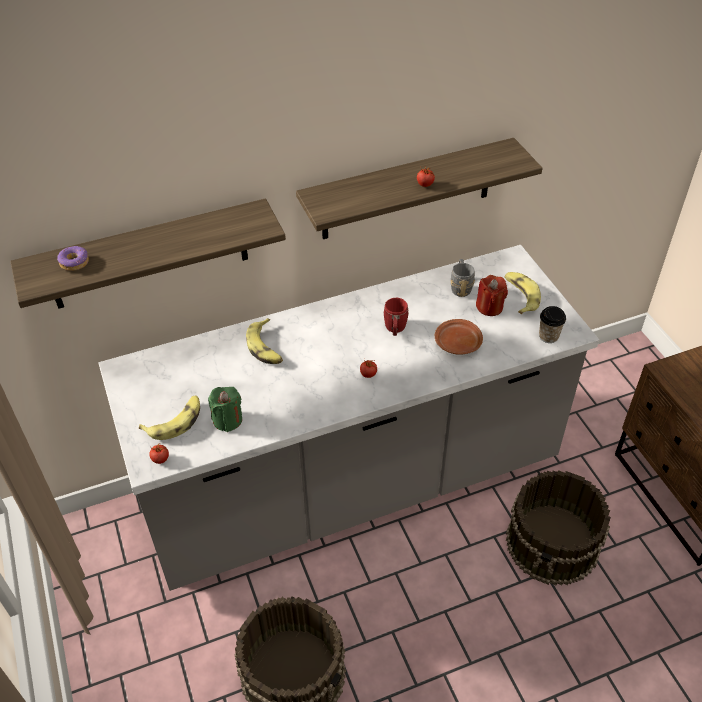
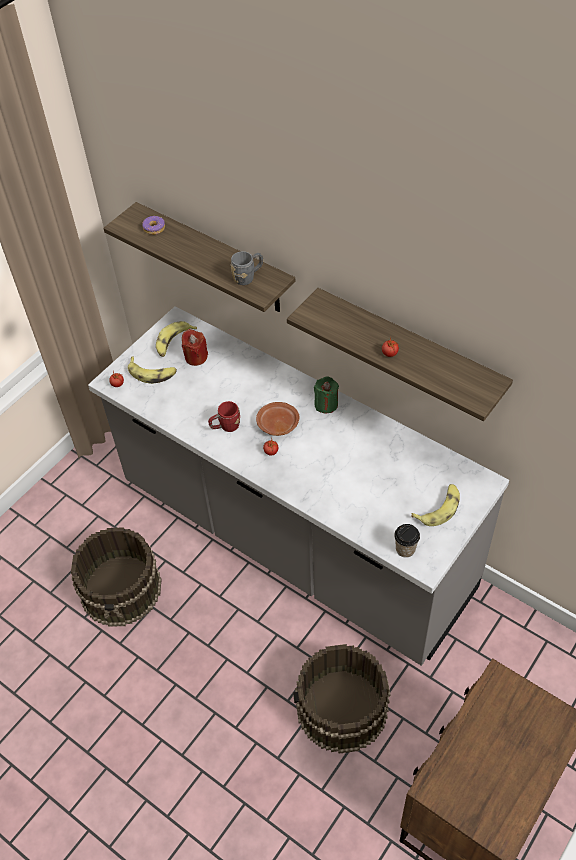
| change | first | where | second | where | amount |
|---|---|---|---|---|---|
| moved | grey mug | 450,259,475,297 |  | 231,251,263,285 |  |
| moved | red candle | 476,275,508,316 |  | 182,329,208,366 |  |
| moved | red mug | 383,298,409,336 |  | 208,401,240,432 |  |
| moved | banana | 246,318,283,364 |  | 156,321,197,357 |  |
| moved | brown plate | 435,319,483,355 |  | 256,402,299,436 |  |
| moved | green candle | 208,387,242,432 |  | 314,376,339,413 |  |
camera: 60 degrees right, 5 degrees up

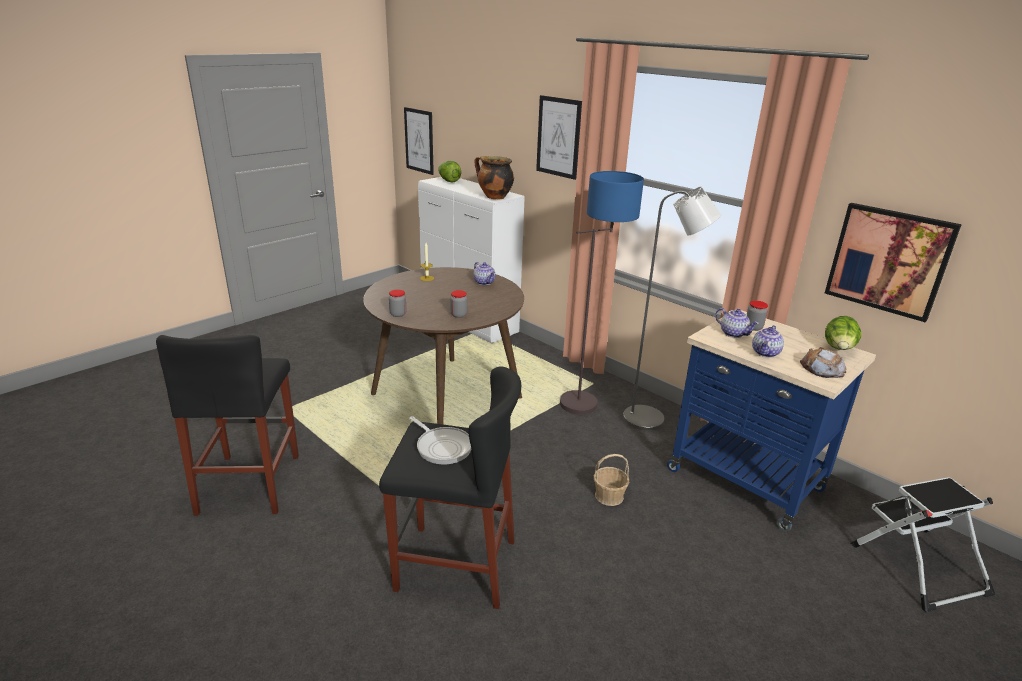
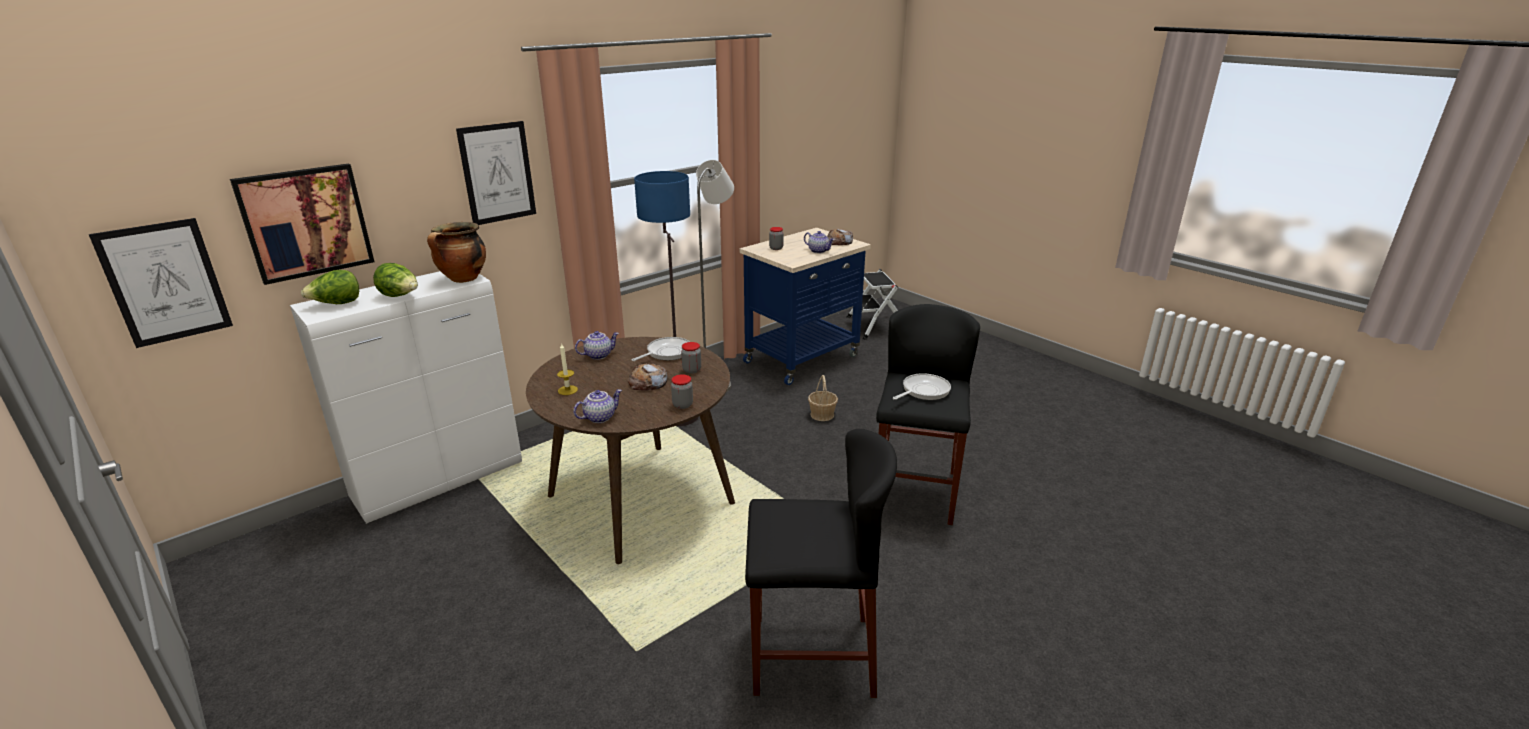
| change | first | where | second | where | amount |
|---|---|---|---|---|---|
| moved | picture | 825,203,962,322 |  | 230,163,374,285 |  |
| moved | teapot | 715,308,759,338 |  | 573,389,622,423 |  |
| moved | lettuce | 825,316,861,350 |  | 373,263,418,297 |  |
| added |  |  | frying pan | 631,337,690,361 |  |
| added |  |  | bread | 628,363,668,391 |  |
camera: 85 degrees left, 0 degrees up

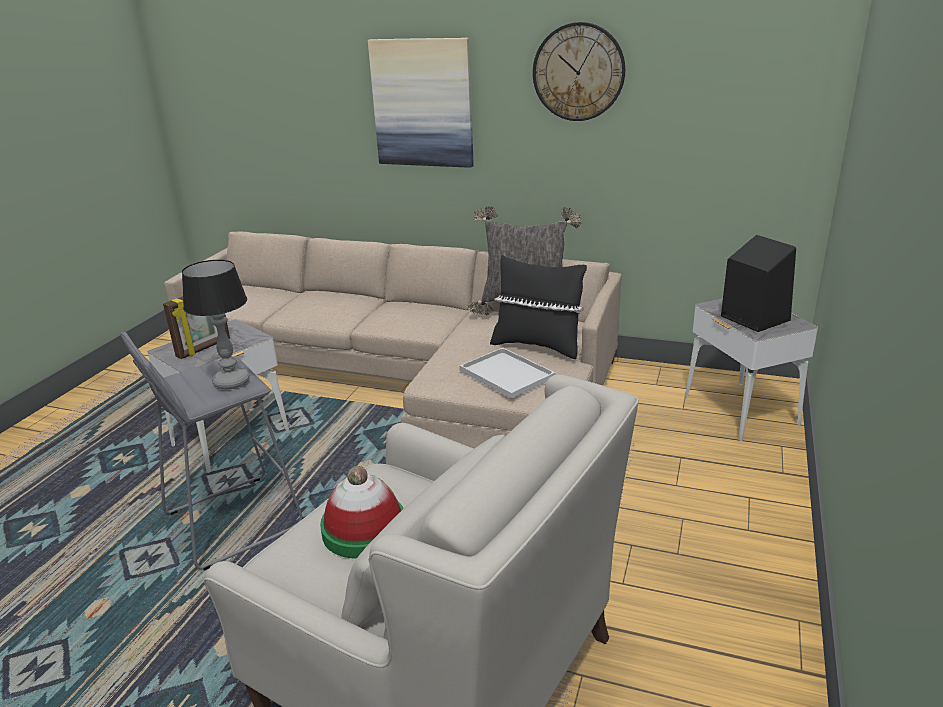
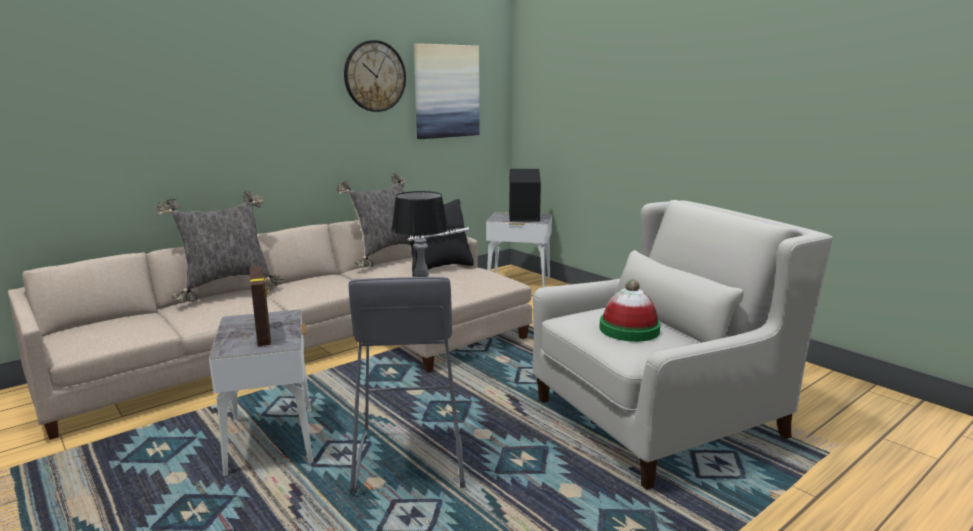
| change | first | where | second | where | amount |
|---|---|---|---|---|---|
| moved | picture | 368,38,474,168 |  | 414,43,480,139 |  |
| removed | white tray | 459,347,556,399 |  |  |  |
| added |  |  | pillow | 156,191,283,303 |  |
camera: 60 degrees left, 10 degrees down

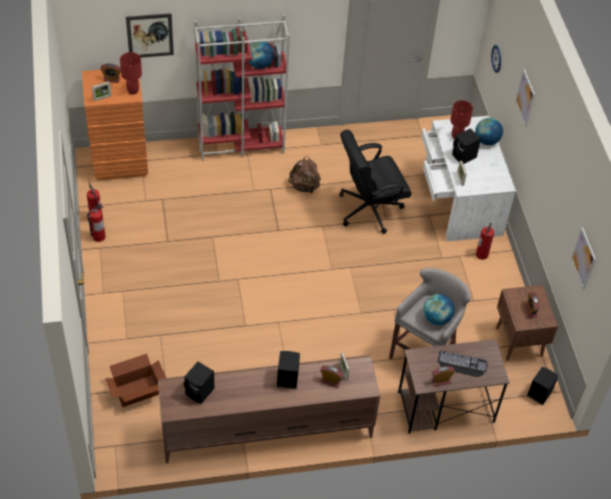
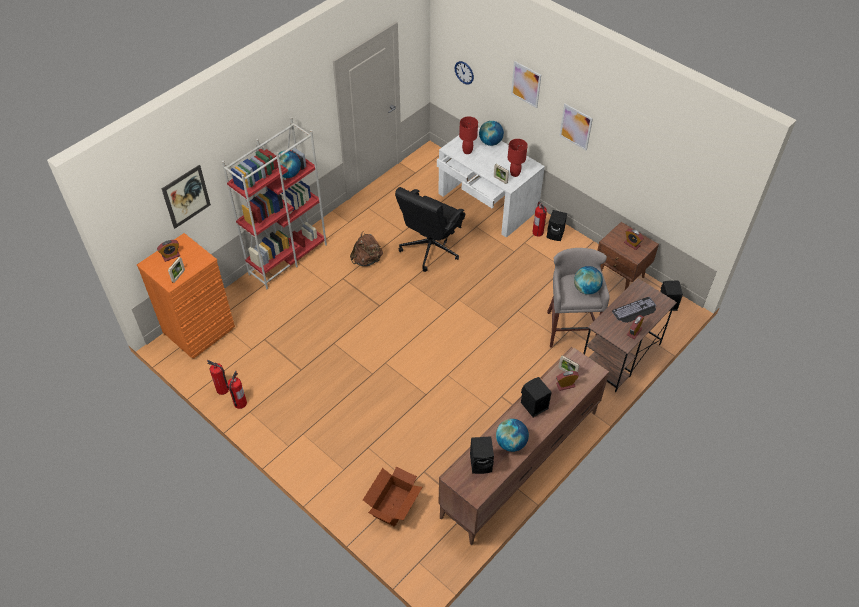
| change | first | where | second | where | amount |
|---|---|---|---|---|---|
| moved | red table lamp | 120,52,142,94 |  | 508,139,528,177 |  |
| moved | black speaker | 452,128,481,164 |  | 546,210,567,241 |  |
| moved | picture | 571,227,596,290 |  | 559,104,593,151 |  |
| added |  |  | globe | 496,419,529,452 |  |
camera: 35 degrees left, 0 degrees up

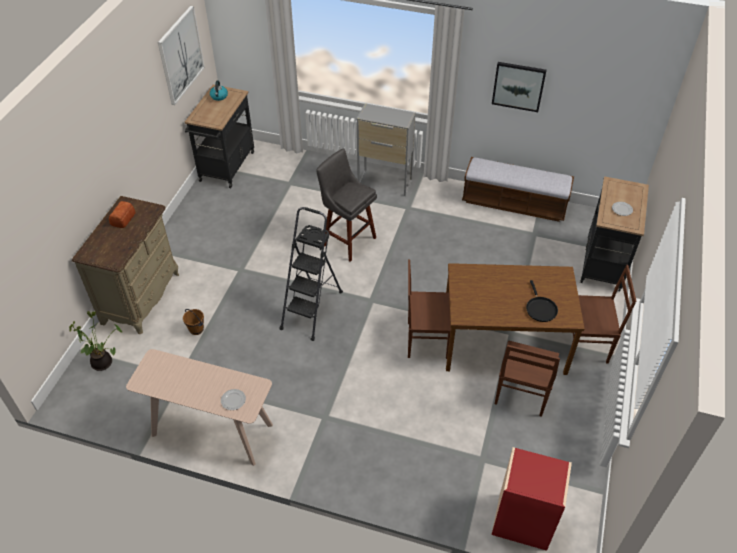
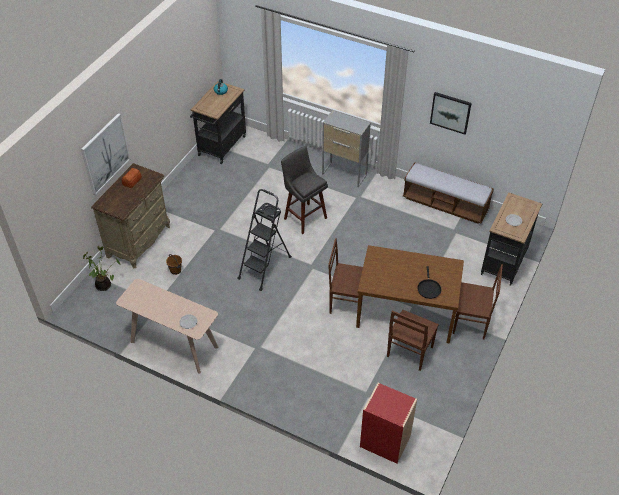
| change | first | where | second | where | amount |
|---|---|---|---|---|---|
| moved | picture | 158,6,205,105 |  | 81,113,130,195 |  |
camera: 10 degrees right, 0 degrees up

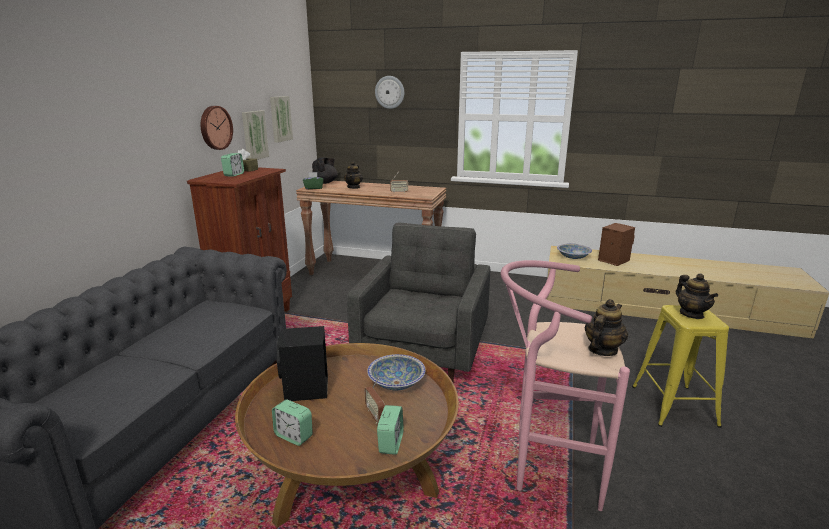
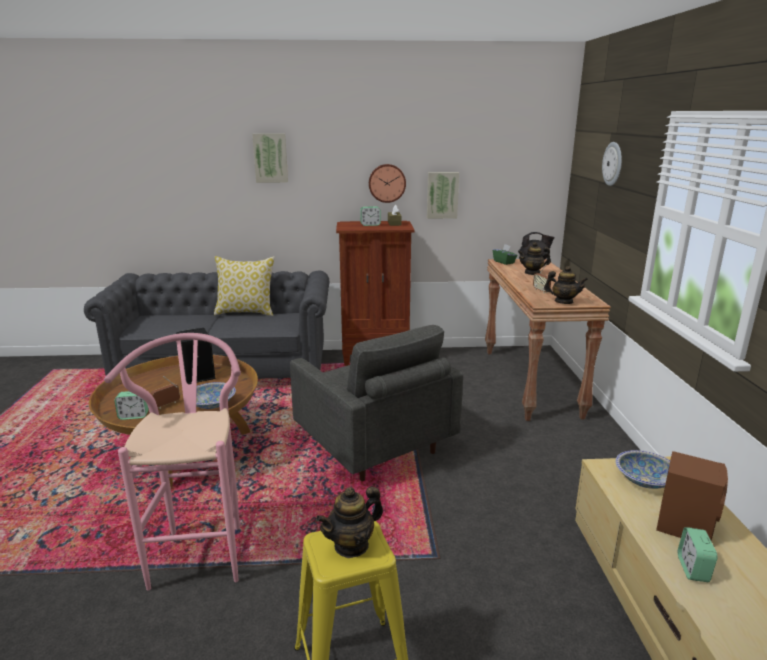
| change | first | where | second | where | amount |
|---|---|---|---|---|---|
| moved | picture | 270,96,293,143 |  | 252,133,288,183 |  |
| turned | grey armchair | 347,222,490,382 |  | 290,325,463,481 | 60 degrees clockwise |
| moved | teapot | 585,299,628,356 |  | 544,266,588,304 |  |
| moved | alarm clock | 272,400,313,446 |  | 678,527,717,582 |  |
| added |  |  | pillow | 214,256,275,316 |  |
camera: 70 degrees right, 0 degrees up

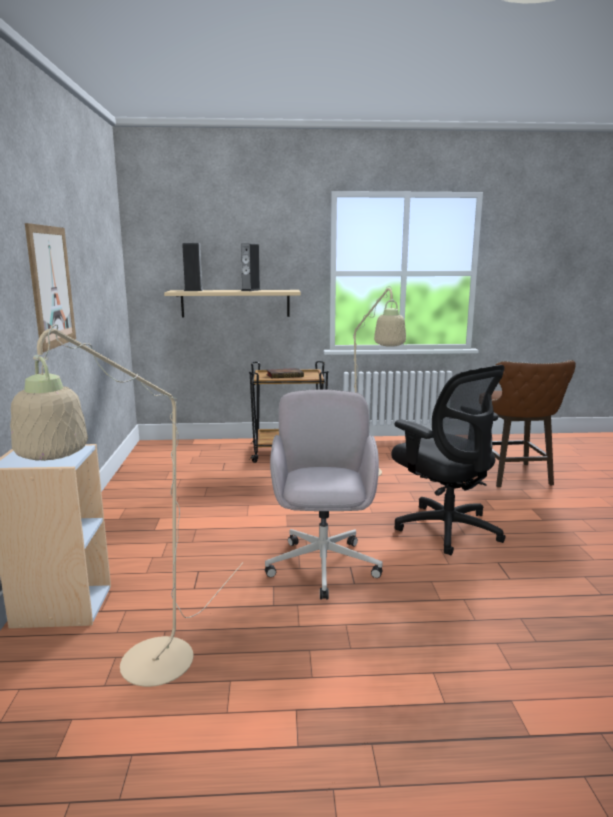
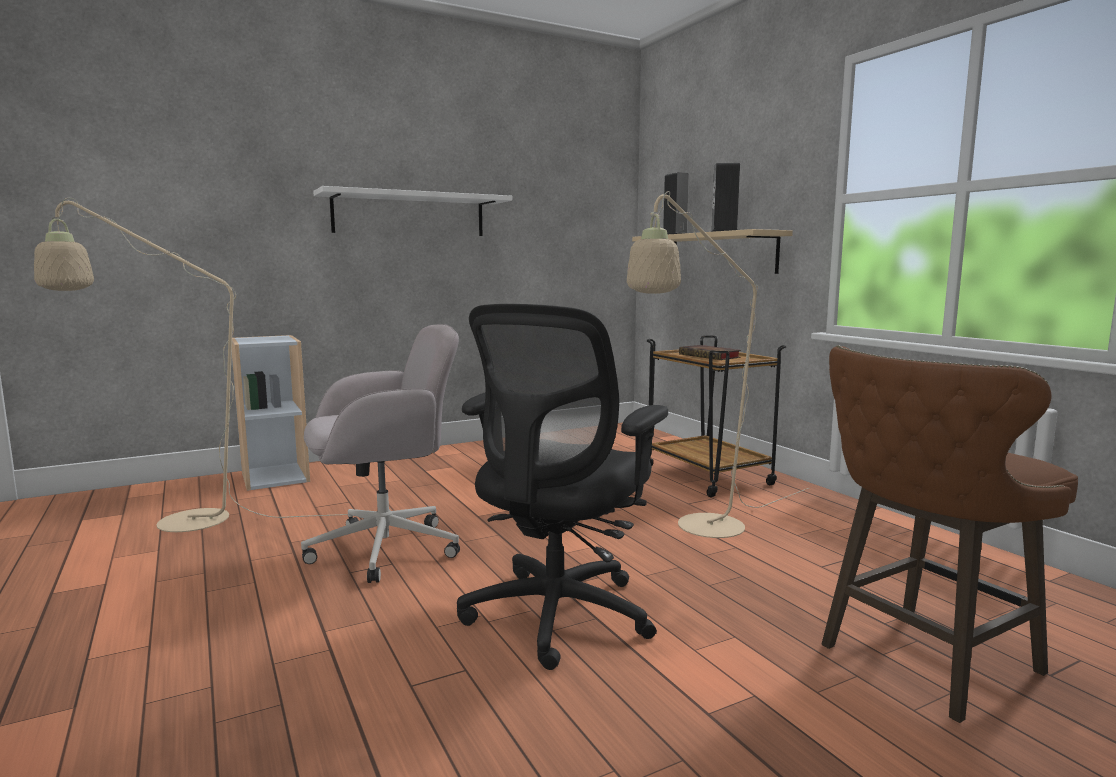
| change | first | where | second | where | amount |
|---|---|---|---|---|---|
| replaced | picture | 25,223,76,353 | white shelf | 313,186,512,236 |  |
camera: 65 degrees right, 5 degrees down

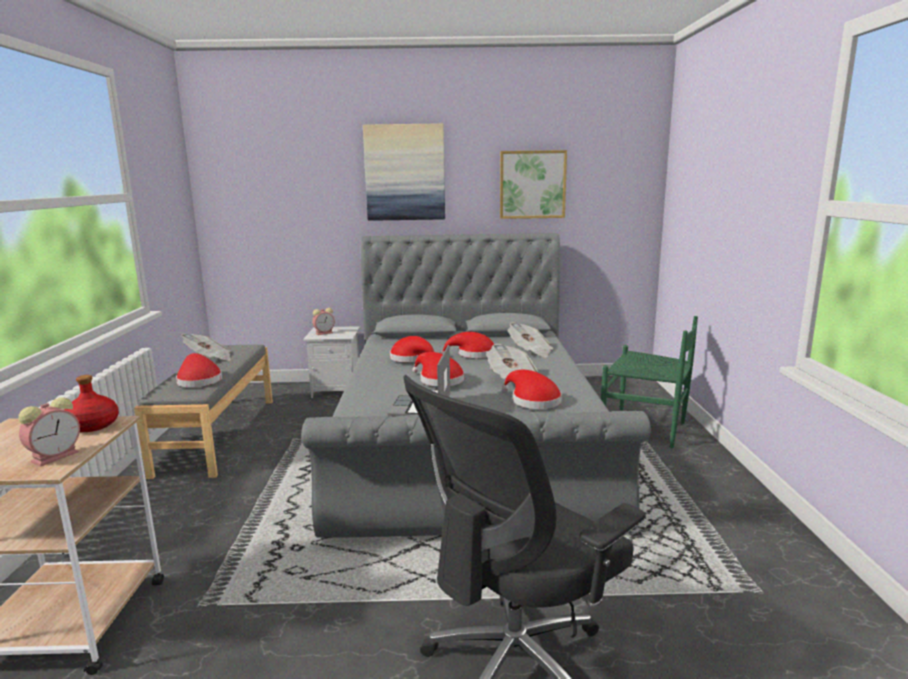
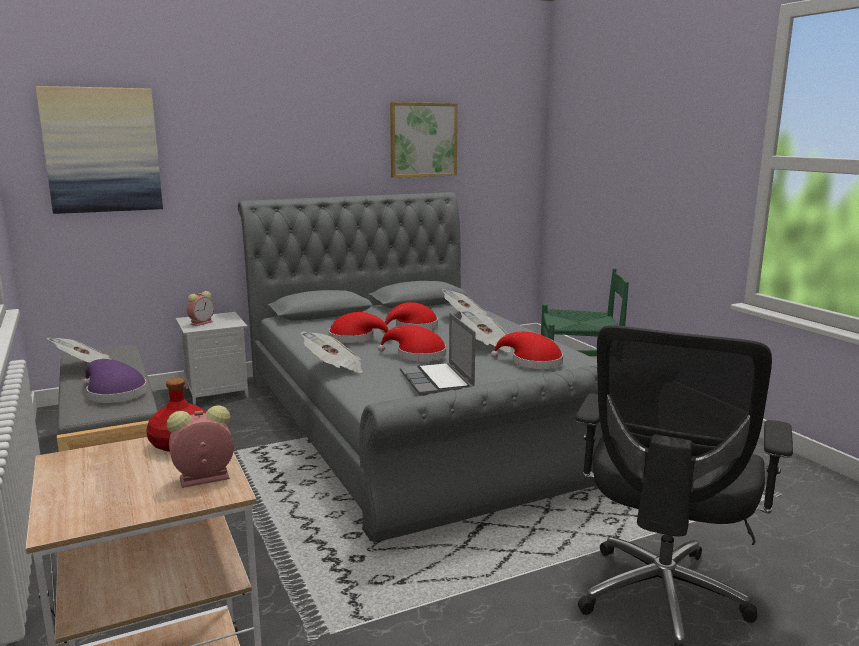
| change | first | where | second | where | amount |
|---|---|---|---|---|---|
| moved | picture | 363,123,445,221 |  | 36,86,163,214 |  |
| recoloured | red hat | 176,353,222,387 | purple hat | 83,359,147,403 |  |
| turned | alarm clock | 18,397,80,467 |  | 167,405,234,488 | 120 degrees counterclockwise |
| added |  |  | newspaper | 301,332,362,373 |  |
camera: 25 degrees left, 0 degrees up

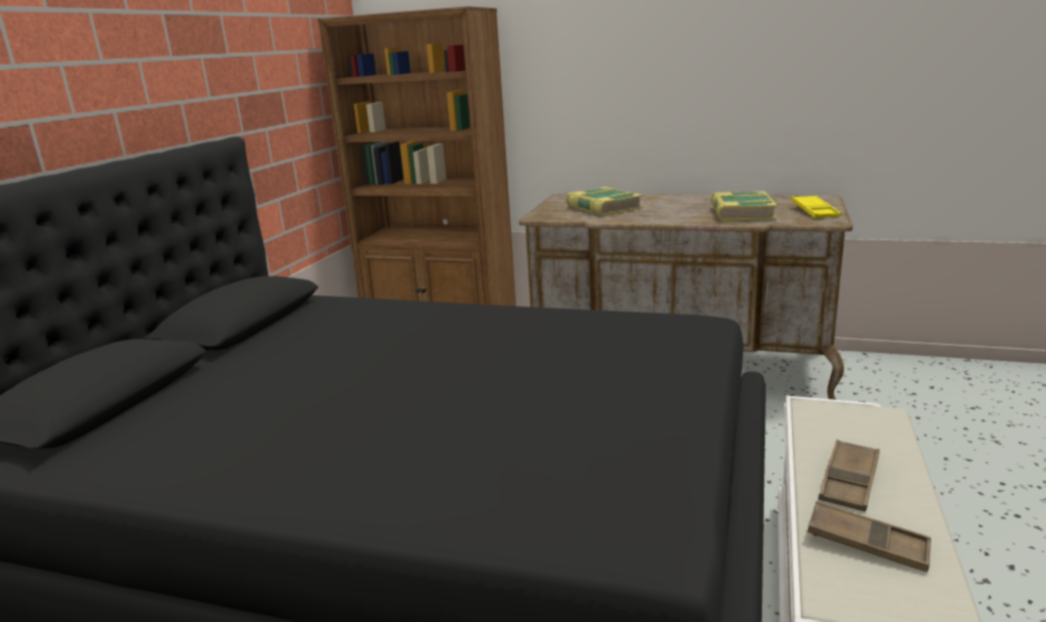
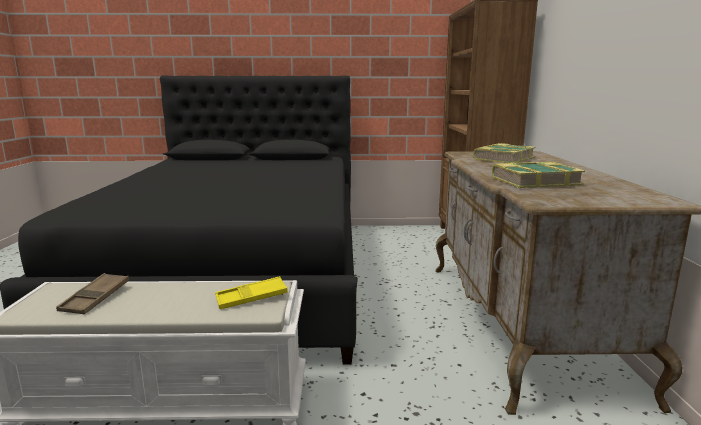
| change | first | where | second | where | amount |
|---|---|---|---|---|---|
| moved | yellow tray | 791,195,841,218 |  | 215,276,288,309 |  |
| removed | brown tray | 818,440,880,512 |  |  |  |
camera: 70 degrees right, 5 degrees down

